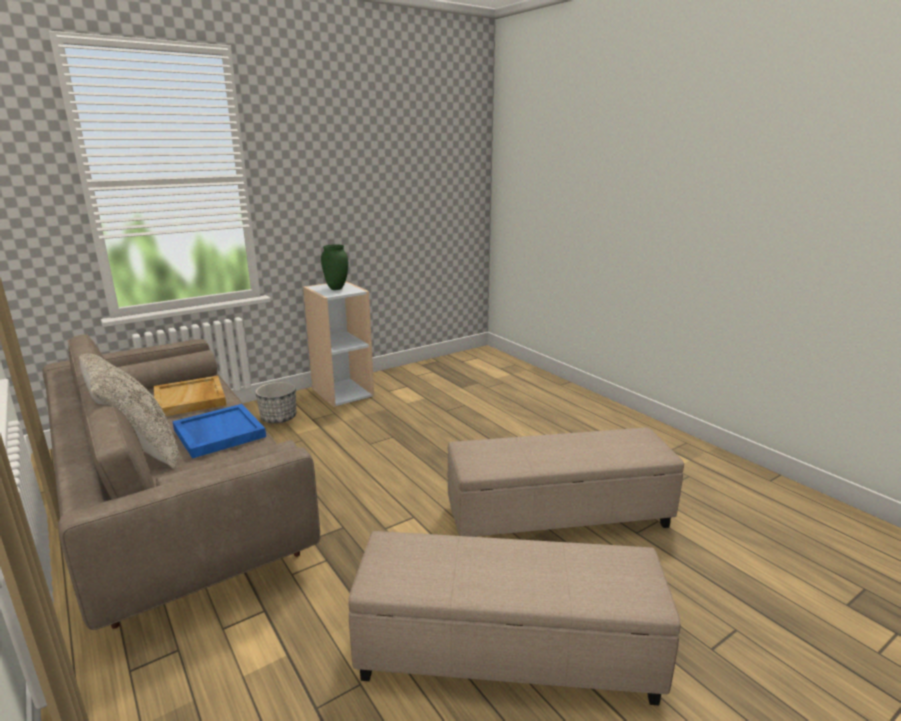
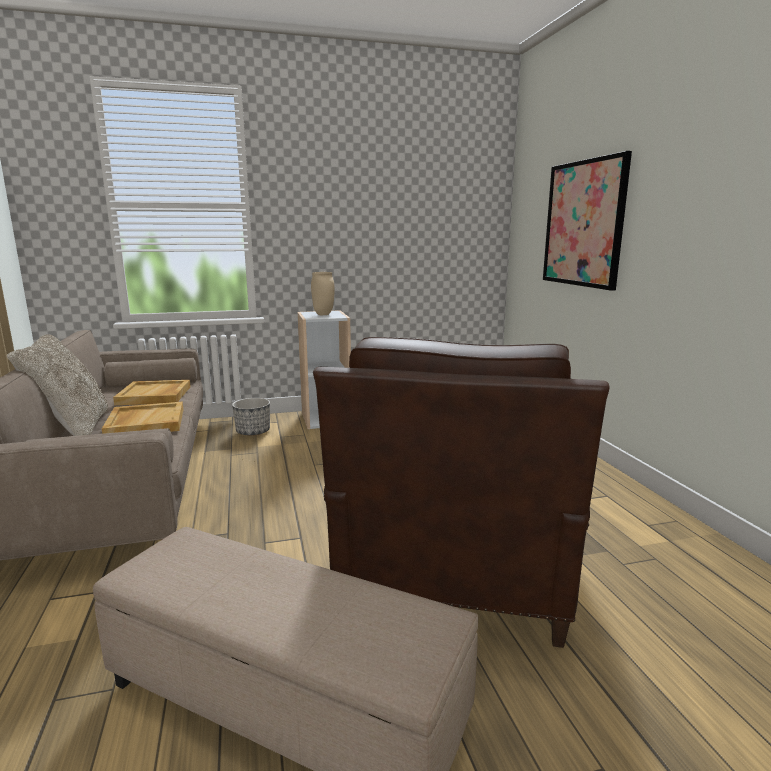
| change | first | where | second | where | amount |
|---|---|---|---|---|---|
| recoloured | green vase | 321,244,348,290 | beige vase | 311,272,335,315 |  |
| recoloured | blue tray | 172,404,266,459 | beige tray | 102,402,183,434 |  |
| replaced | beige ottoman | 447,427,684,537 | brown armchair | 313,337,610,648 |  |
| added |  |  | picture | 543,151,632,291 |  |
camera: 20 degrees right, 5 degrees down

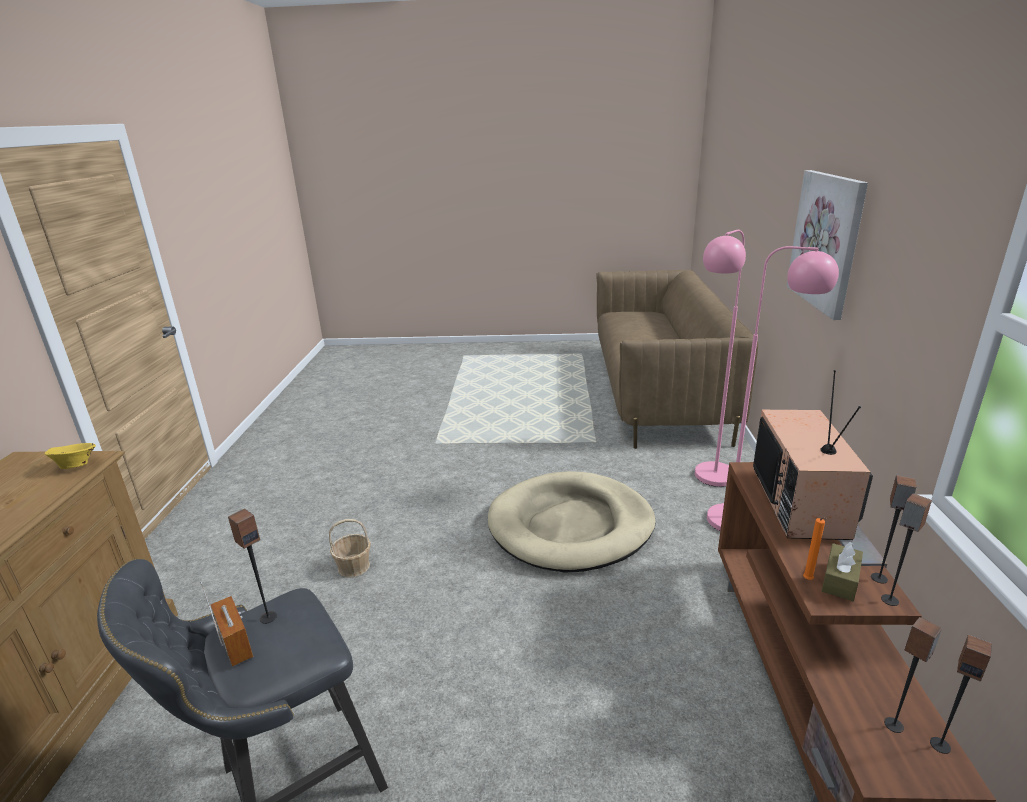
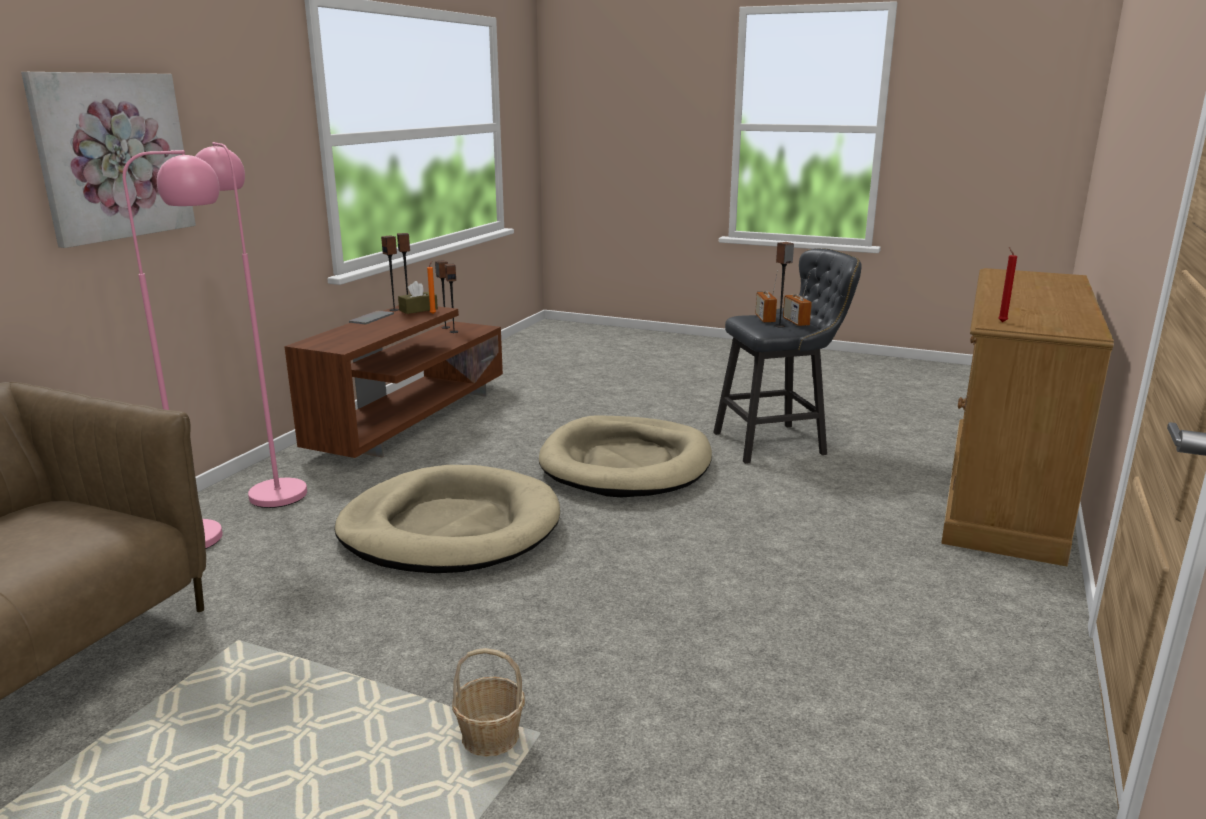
| change | first | where | second | where | amount |
|---|---|---|---|---|---|
| removed | television | 753,370,873,540 |  |  |  |
| replaced | yellow bowl | 45,443,96,469 | red candle | 998,247,1017,322 |  |
| moved | basket | 329,519,371,578 |  | 452,648,525,757 |  |
| added |  |  | radio | 755,270,778,323 |  |
| added |  |  | beige dog bed | 539,416,712,497 |  |
camera: 160 degrees left, 5 degrees down

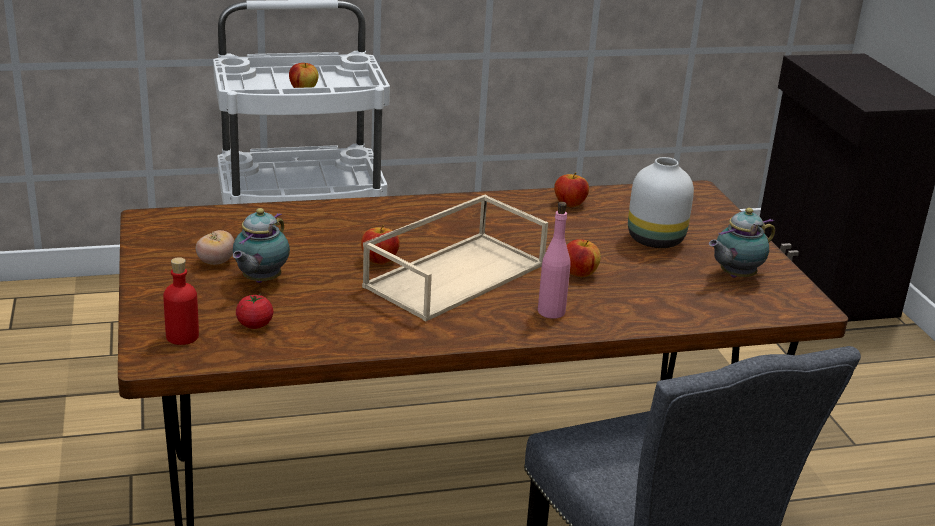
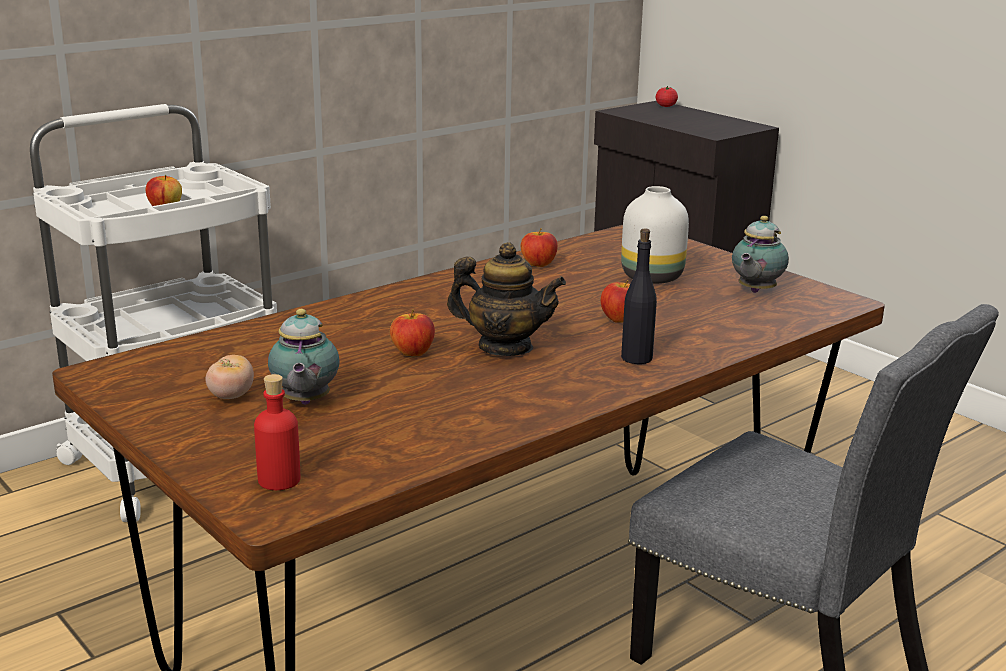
| change | first | where | second | where | amount |
|---|---|---|---|---|---|
| replaced | beige tray | 362,195,548,321 | teapot | 447,242,566,356 |  |
| recoloured | pink bottle | 538,202,571,319 | black bottle | 621,229,657,364 |  |
| moved | tomato | 236,294,273,329 |  | 656,86,678,107 |  |
camera: 25 degrees left, 5 degrees down

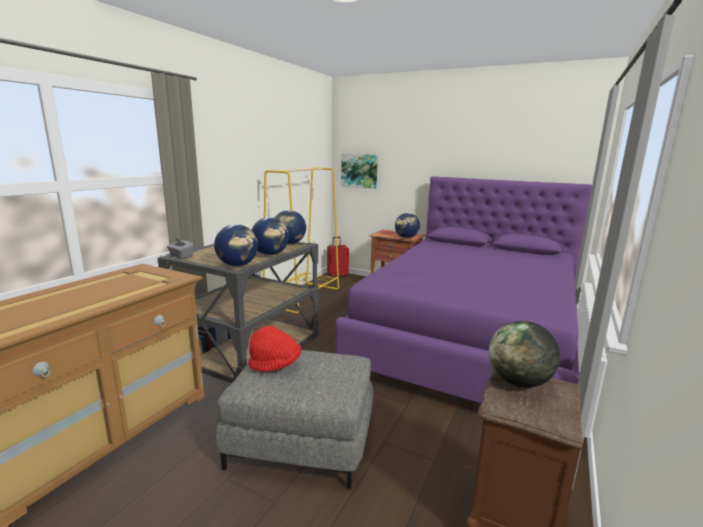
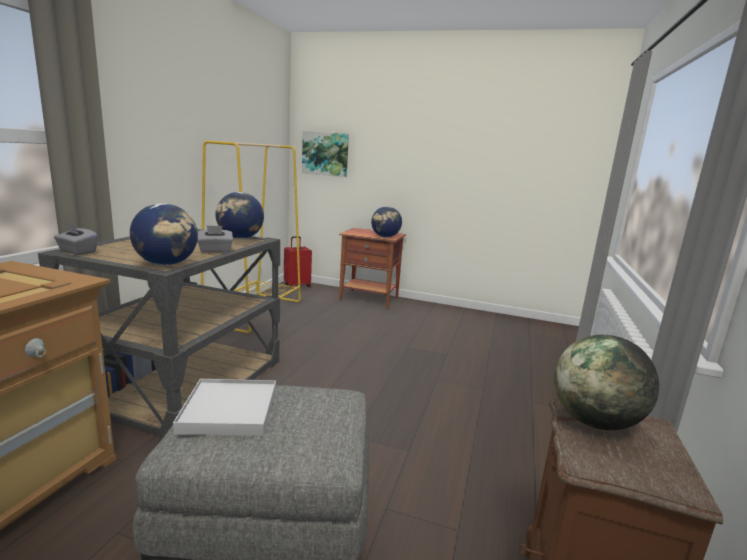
| change | first | where | second | where | amount |
|---|---|---|---|---|---|
| removed | purple bed | 335,176,592,404 |  |  |  |
| replaced | globe | 251,217,289,255 | grey tissue box | 197,225,233,253 |  |
| replaced | red hat | 248,326,302,372 | white tray | 173,379,276,436 |  |
camera: 10 degrees left, 0 degrees up

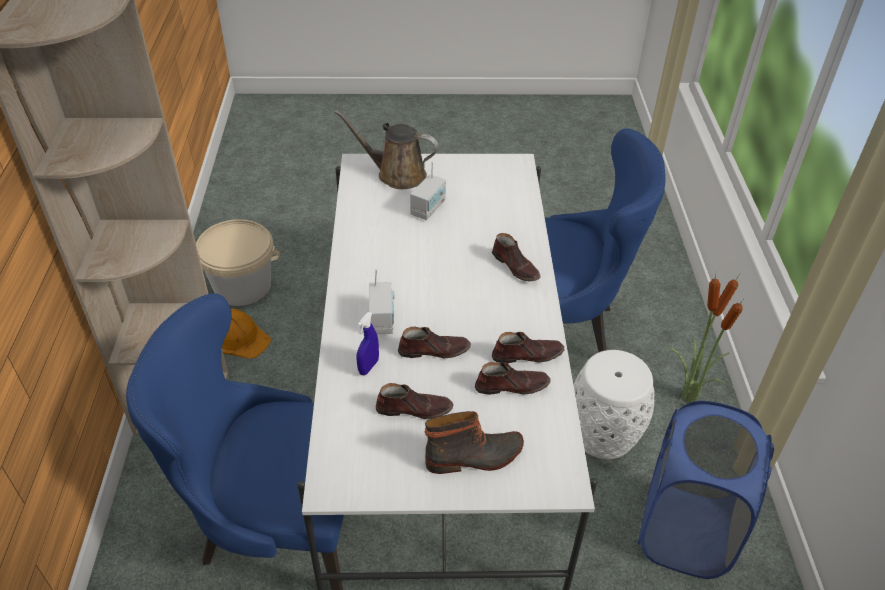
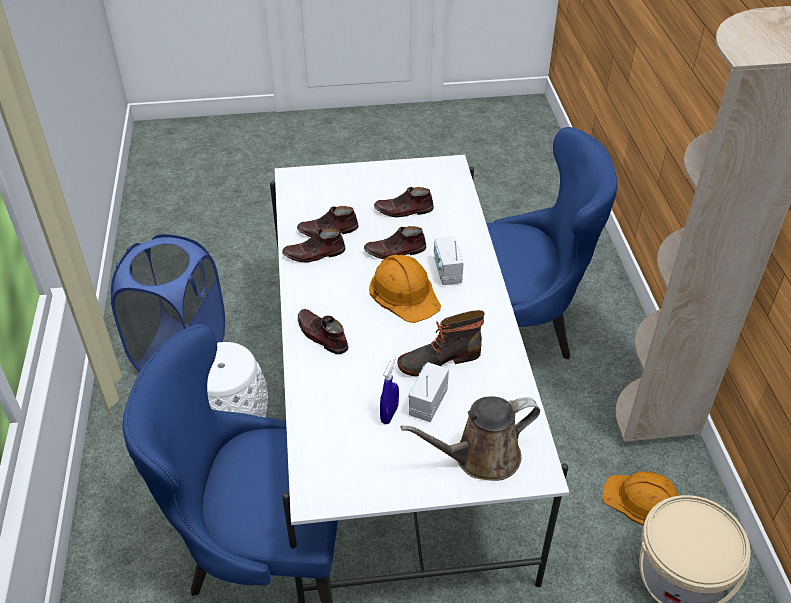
| change | first | where | second | where | amount |
|---|---|---|---|---|---|
| turned | brown watering can | 334,110,439,189 |  | 400,396,540,481 | 150 degrees clockwise |
| removed | potted plant | 668,272,743,404 |  |  |  |
| moved | blue spray bottle | 356,312,379,375 |  | 380,357,399,424 |  |
| moved | boot | 425,411,524,474 |  | 397,310,485,376 |  |
| added |  |  | orange hard hat | 369,254,441,323 |  |
camera: 175 degrees right, 0 degrees up

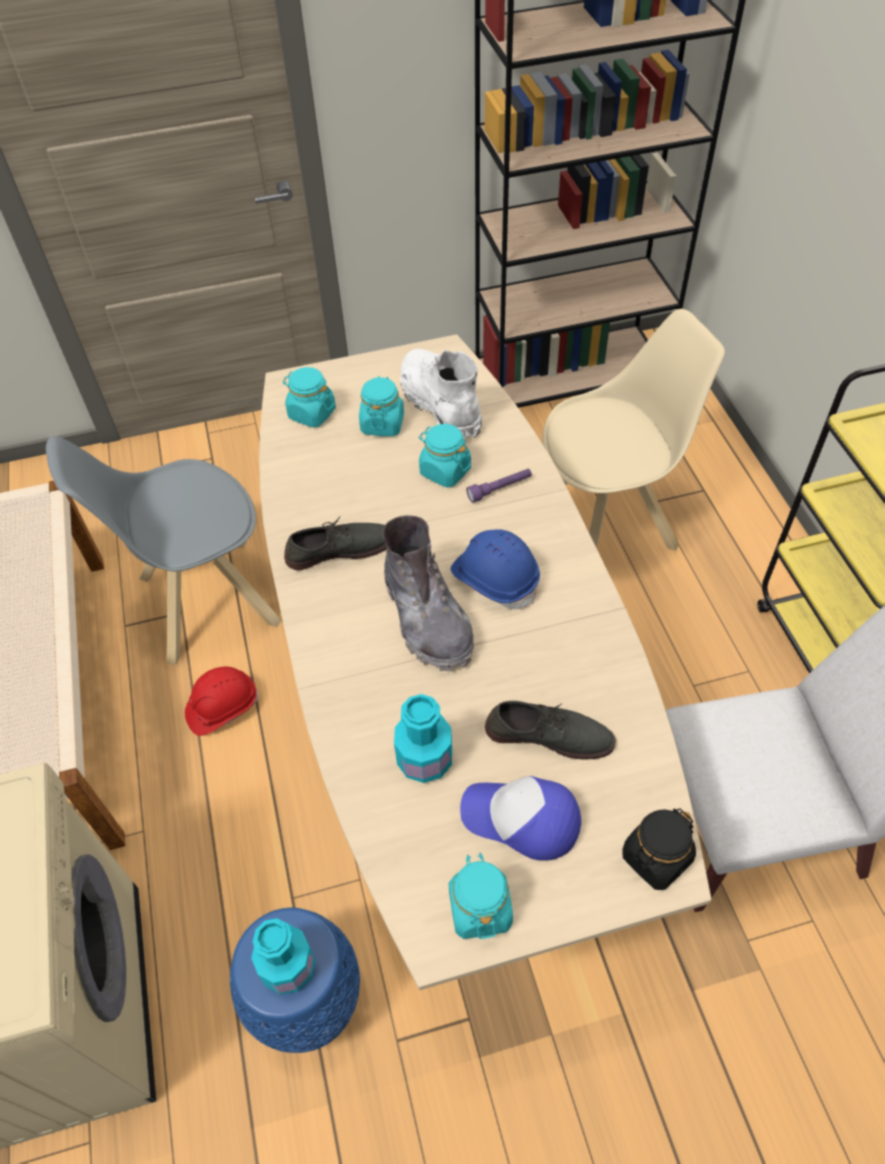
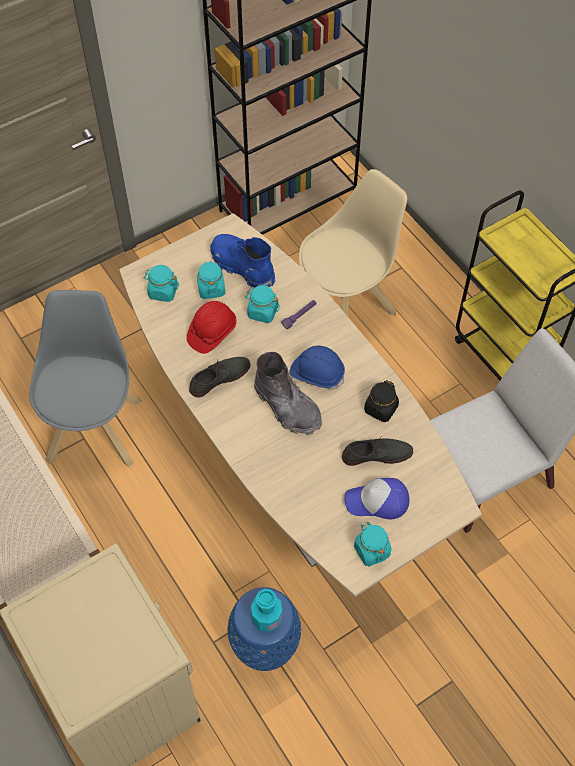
| change | first | where | second | where | amount |
|---|---|---|---|---|---|
| recoloured | white boot | 400,349,482,441 | blue boot | 210,234,275,288 |  |
| turned | grey chair | 46,436,281,665 |  | 29,290,142,467 | 135 degrees clockwise |
| moved | red hard hat | 185,667,258,736 |  | 187,301,237,354 |  |
| removed | turquoise bottle | 394,694,452,783 |  |  |  |
| moved | black jar | 622,809,696,890 |  | 364,380,399,422 |  |
camera: 20 degrees left, 5 degrees up

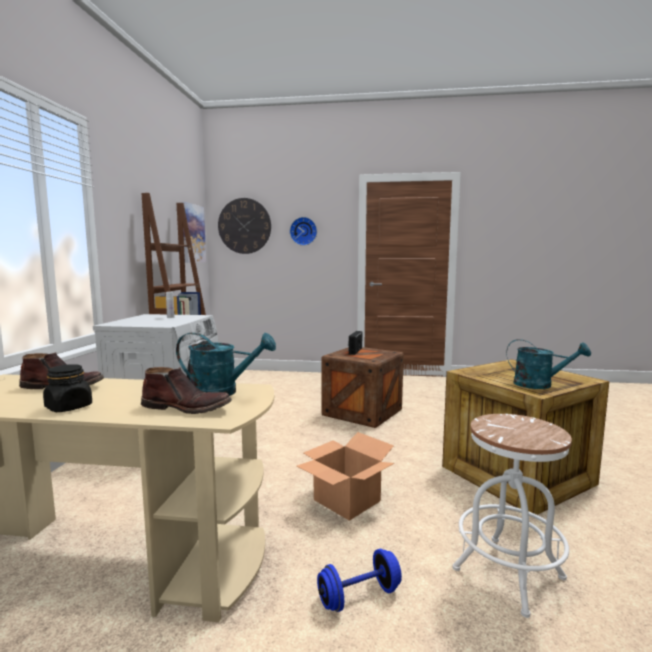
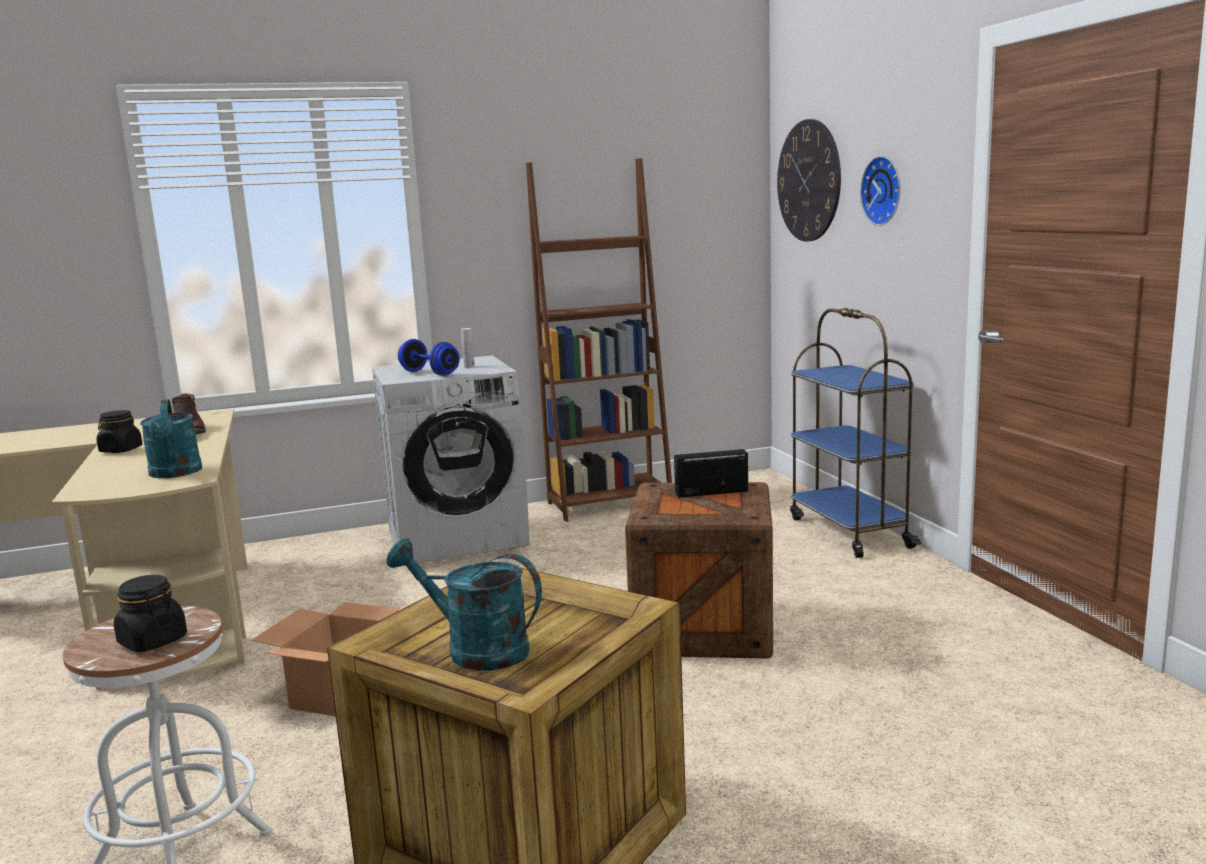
| change | first | where | second | where | amount |
|---|---|---|---|---|---|
| removed | picture | 182,202,206,263 |  |  |  |
| turned | turquoise watering can | 506,339,591,389 |  | 386,539,542,671 | 120 degrees clockwise |
| removed | brown boot | 141,367,232,414 |  |  |  |
| moved | blue dumbbell | 317,549,402,612 |  | 398,339,460,376 |  |
| added |  |  | blue cart | 790,308,922,558 |  |
| added |  |  | black jar | 114,575,187,652 |  |
camera: 65 degrees right, 5 degrees up

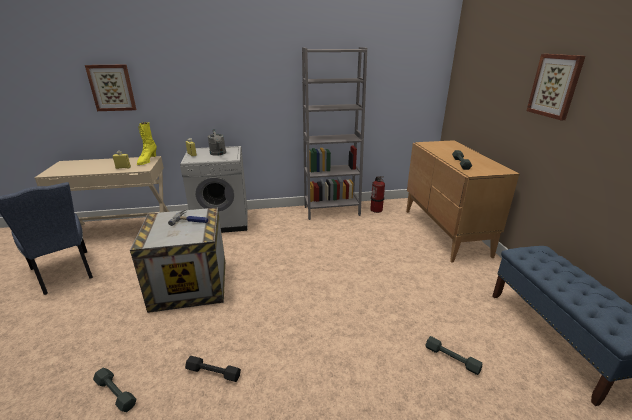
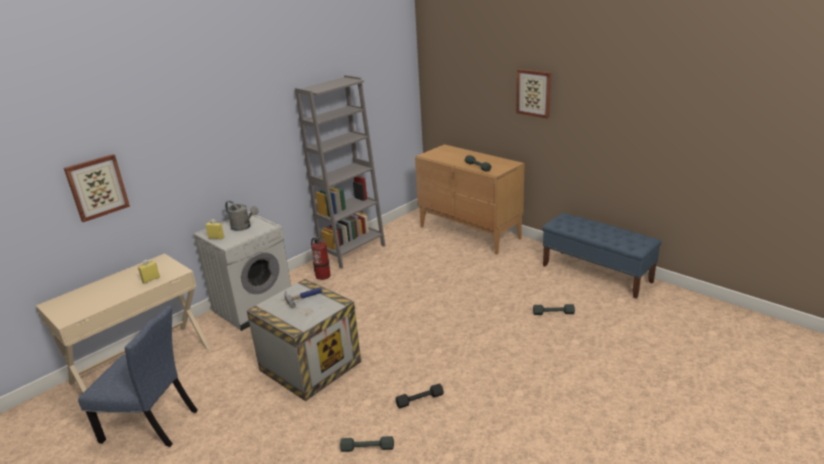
| change | first | where | second | where | amount |
|---|---|---|---|---|---|
| removed | yellow boot | 137,122,157,165 |  |  |  |
| moved | fire extinguisher | 370,176,385,213 |  | 311,236,331,280 |  |
camera: 35 degrees left, 0 degrees up

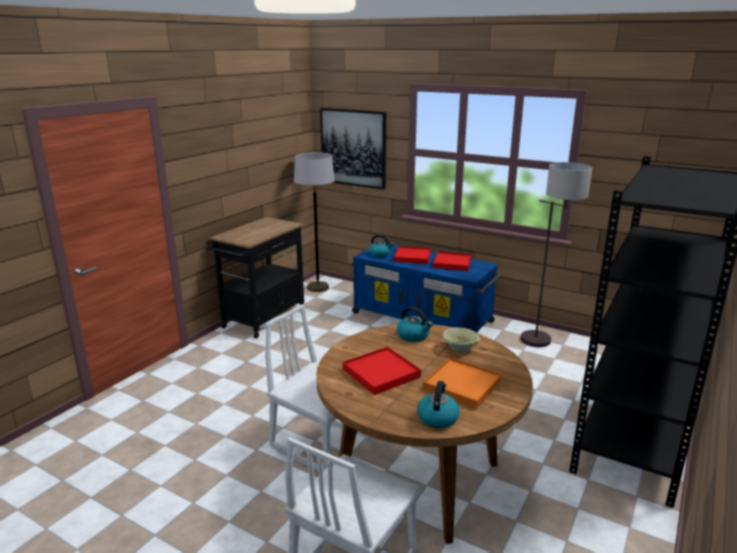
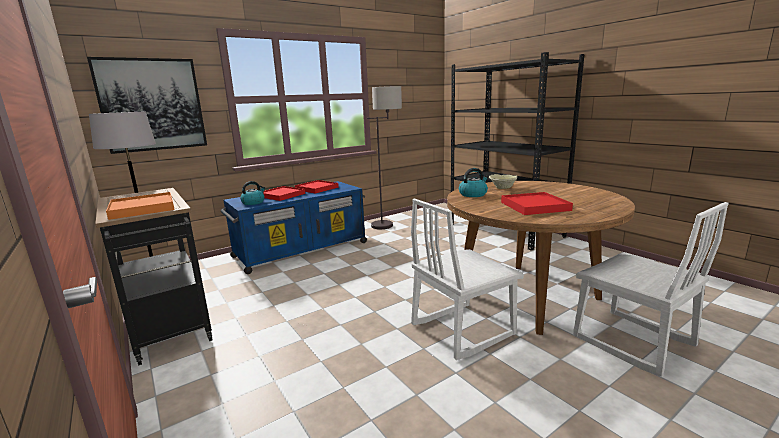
| change | first | where | second | where | amount |
|---|---|---|---|---|---|
| moved | orange tray | 422,357,502,409 |  | 106,192,175,220 |  |
| removed | kettle | 417,381,460,428 |  |  |  |
camera: 65 degrees left, 5 degrees down

